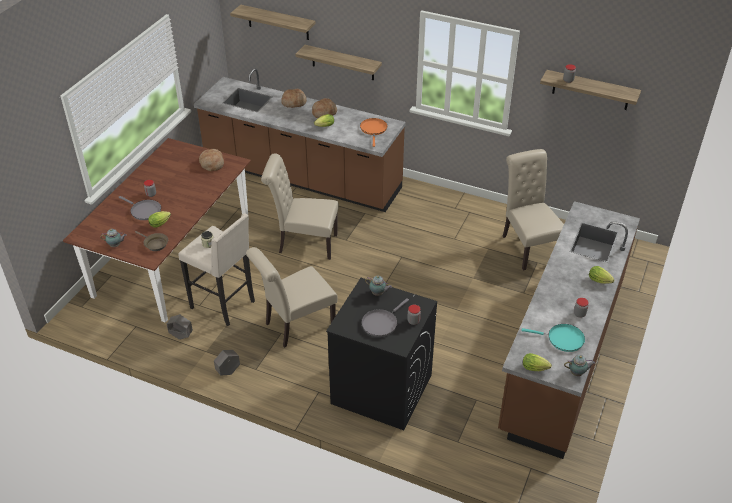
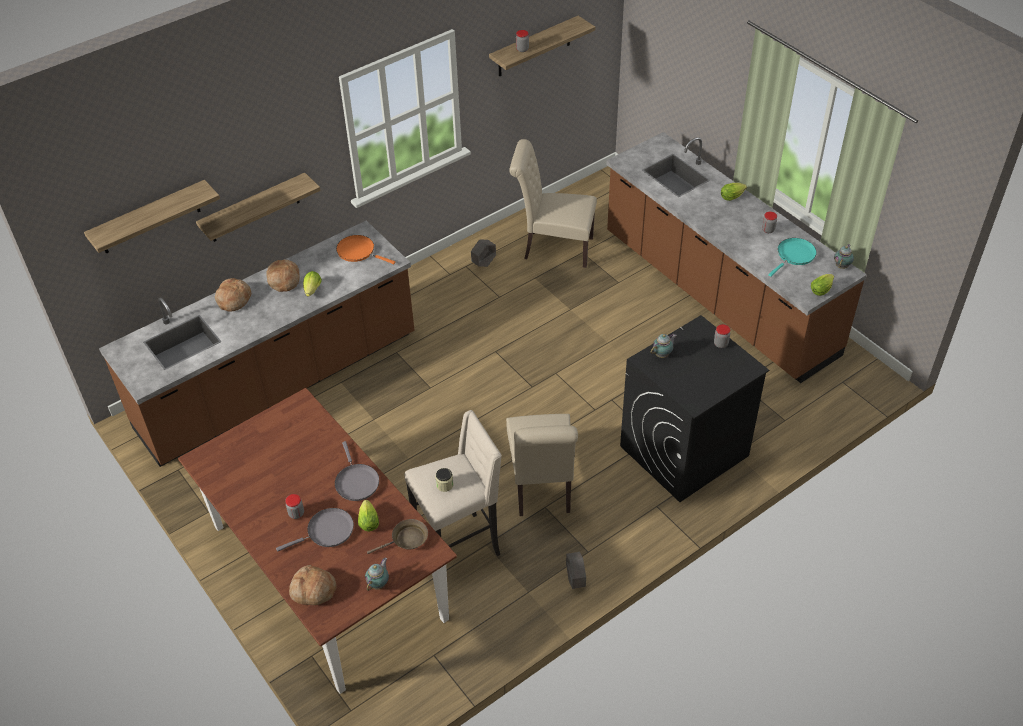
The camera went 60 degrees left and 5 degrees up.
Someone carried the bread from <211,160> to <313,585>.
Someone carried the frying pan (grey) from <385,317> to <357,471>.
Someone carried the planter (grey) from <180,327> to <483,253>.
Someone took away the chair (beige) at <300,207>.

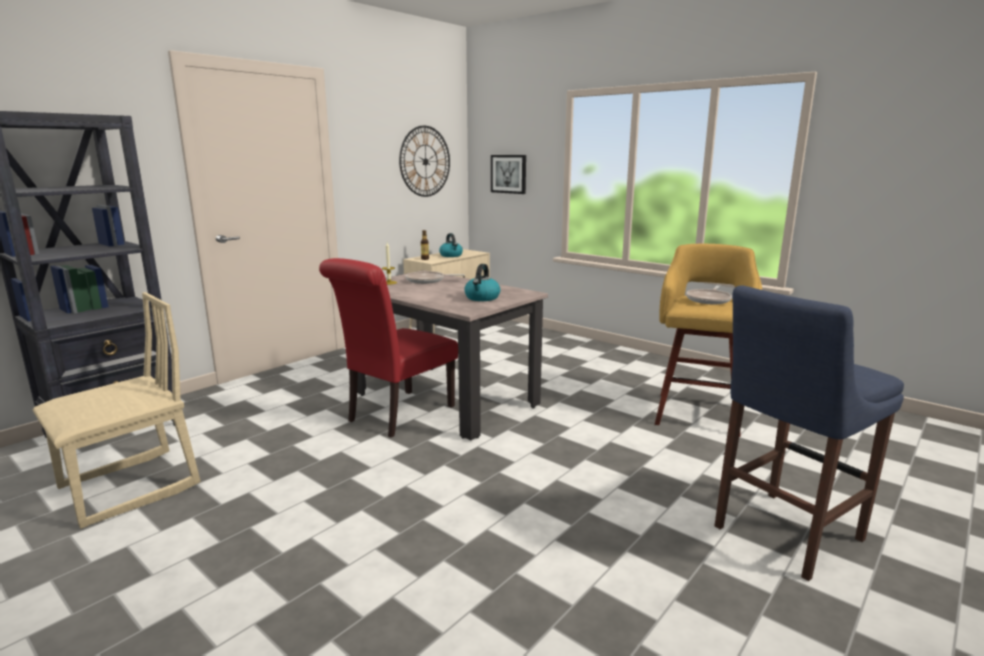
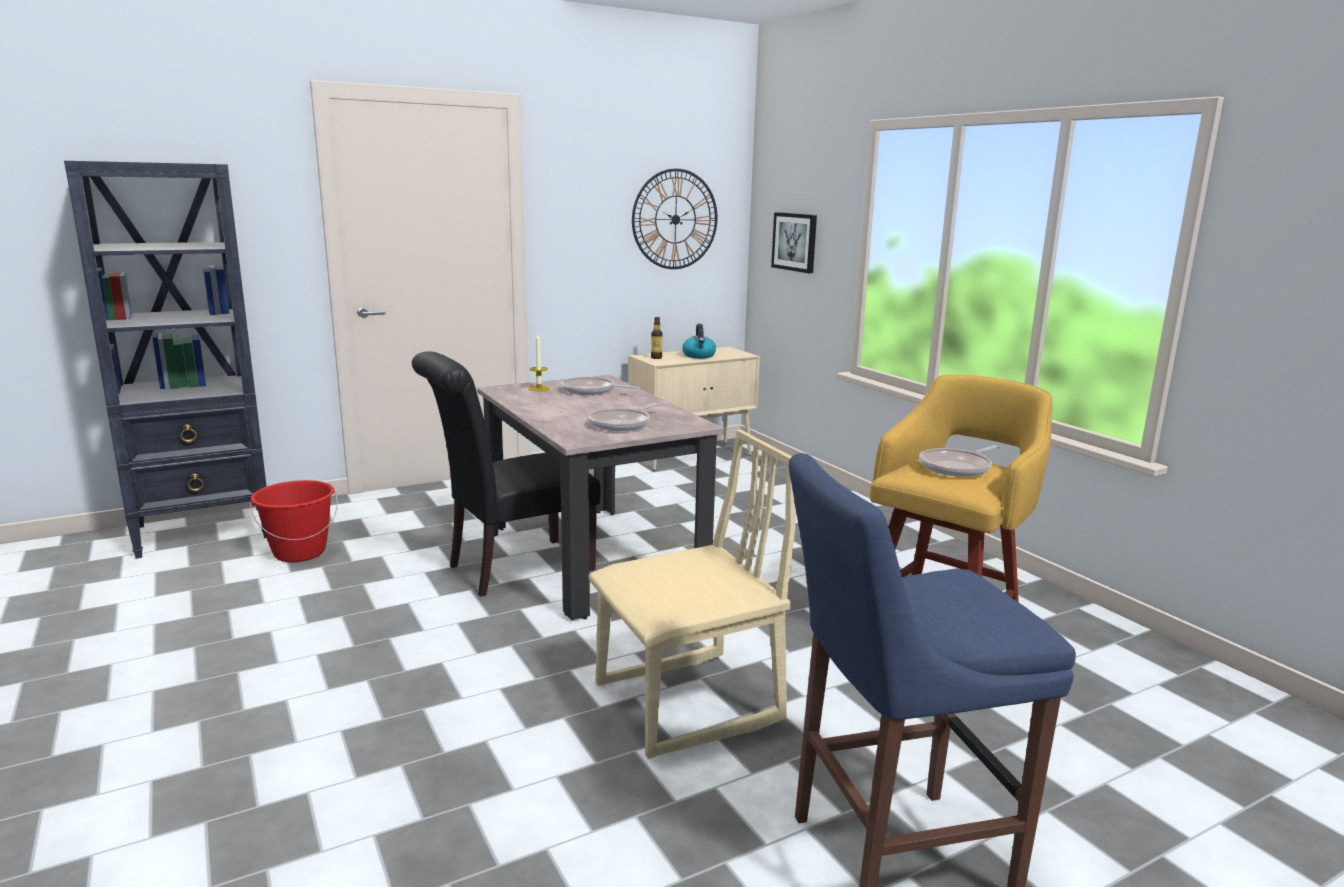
The camera went 20 degrees right and 0 degrees up.
Someone put down the bucket (red) at <294,521>.
Someone repainted the chair (red) at <388,348>, which became the chair (black) at <506,474>.
Someone carried the chair (beige) from <116,410> to <692,594>.
Someone swapped the kettle at <482,282> for the frying pan at <624,417>.

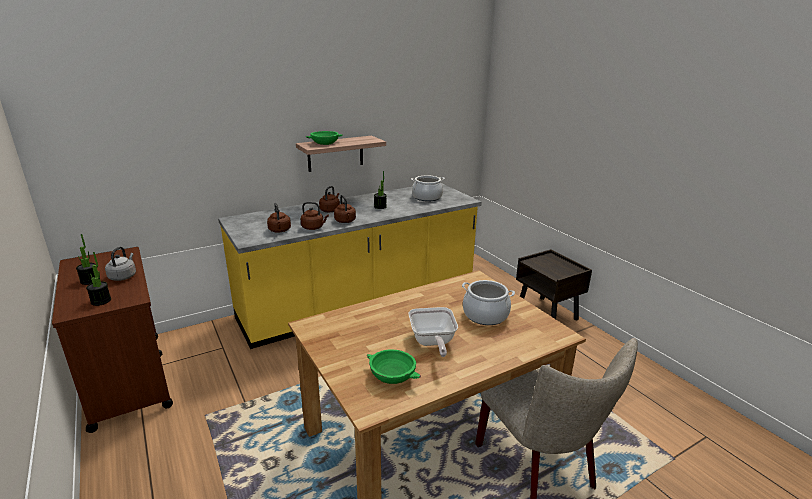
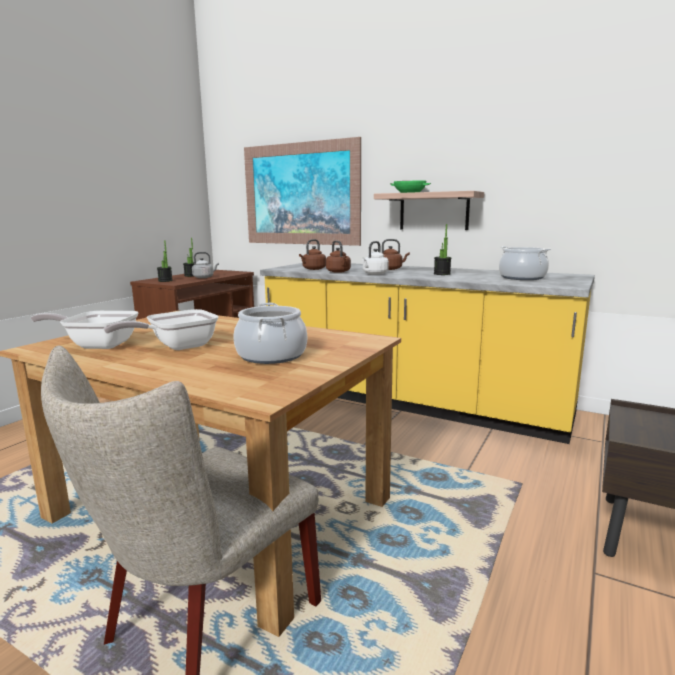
The camera went 60 degrees right and 10 degrees down.
Someone swapped the bowl (green) at <394,367> for the frying pan at <85,330>.
Someone put up the picture at <302,191>.
Someone repainted the kettle (brown) at <345,209>, which became the kettle (white) at <375,258>.

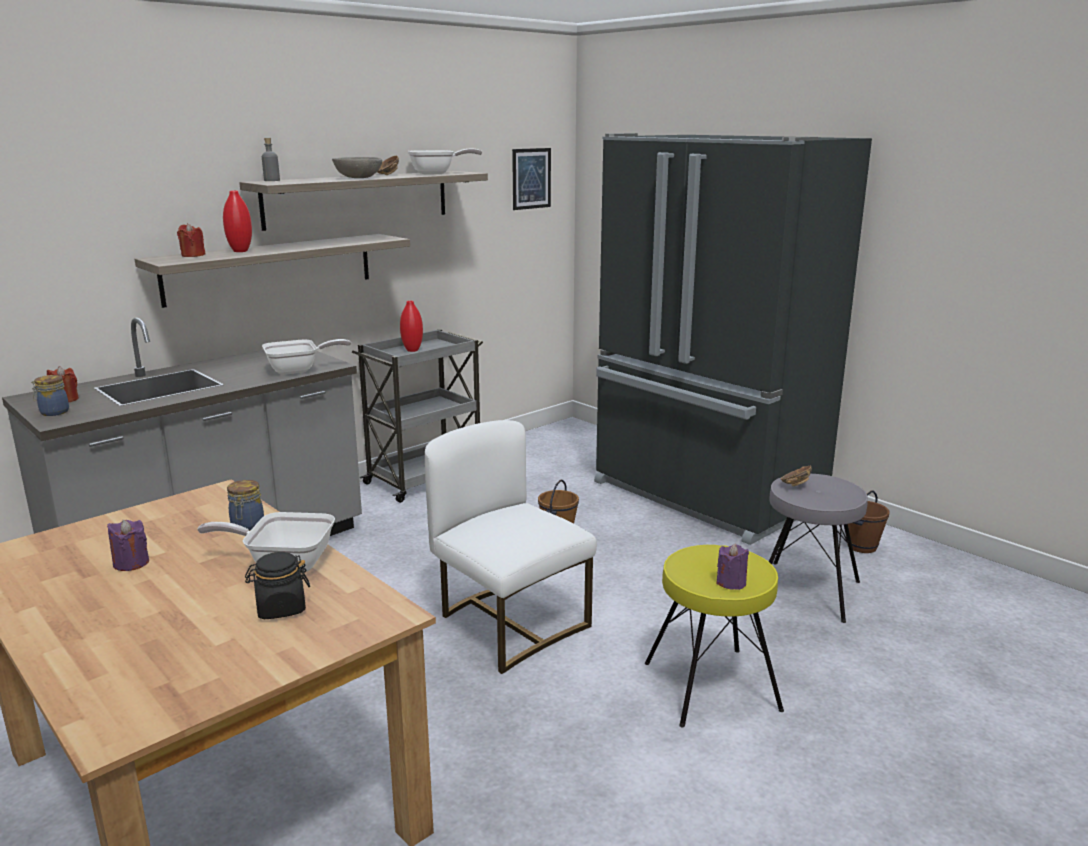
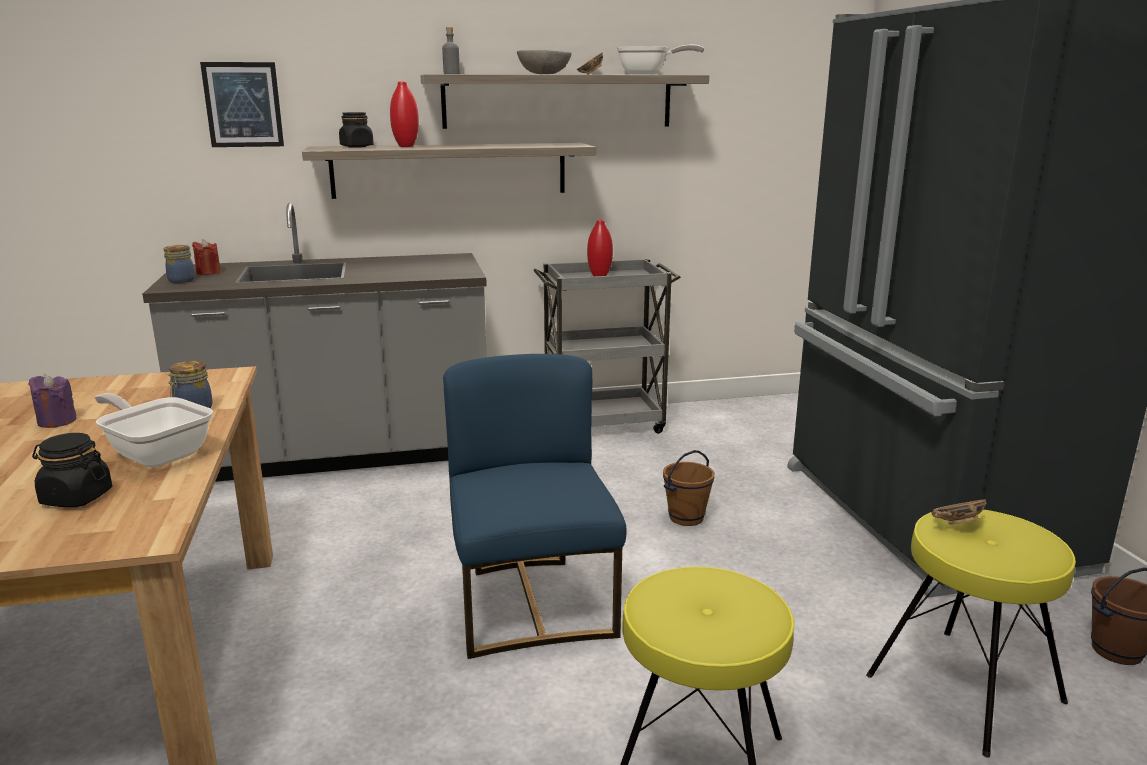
The camera went 30 degrees right and 0 degrees up.
Someone carried the picture from <531,179> to <242,104>.
Someone swapped the candle (red) at <191,240> for the jar (black) at <356,130>.
Someone repainted the chair (white) at <511,547>, which became the chair (blue) at <535,506>.
Someone repainted the stool (grey) at <818,548>, which became the stool (yellow) at <971,634>.
Someone took away the frying pan at <306,357>.
Someone took away the candle (purple) at <732,567>.

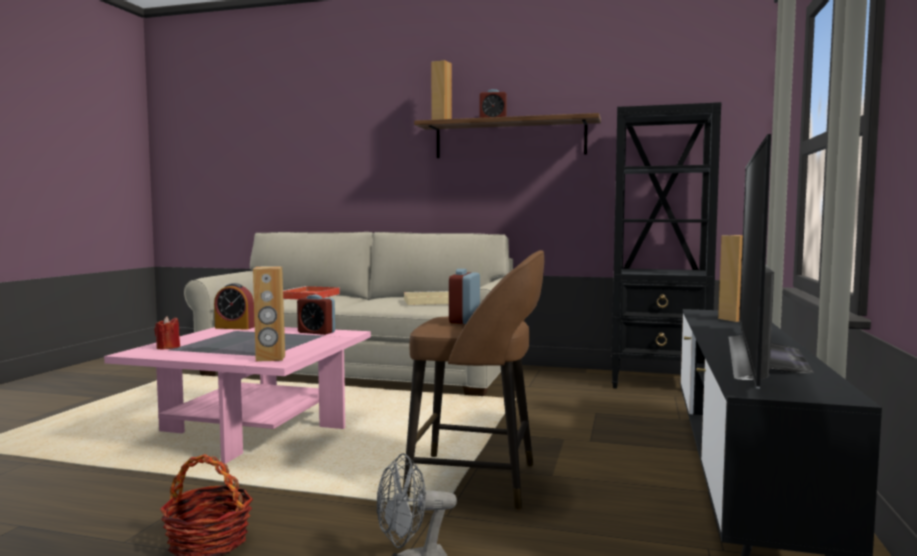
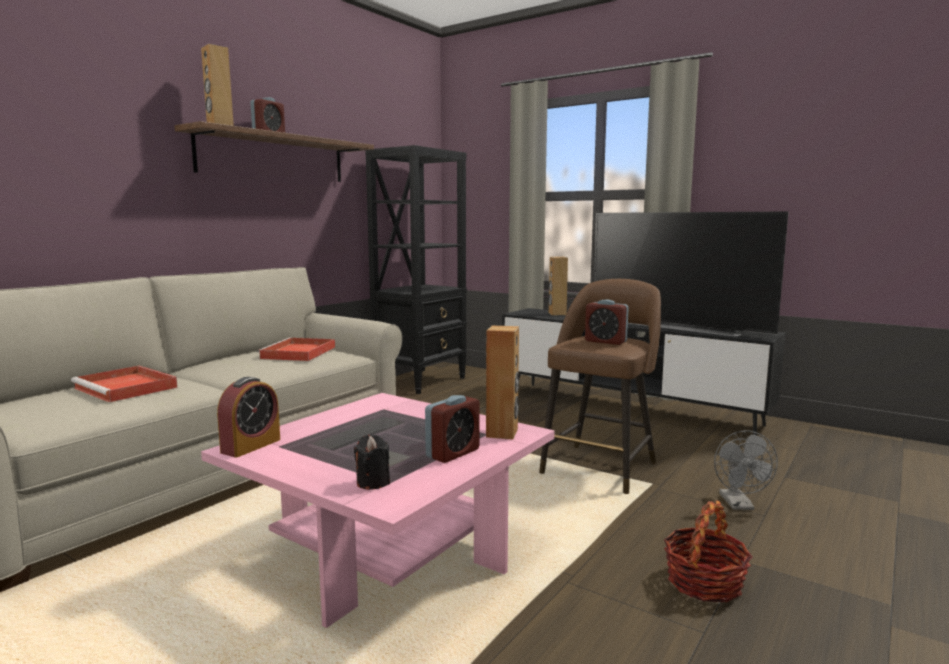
The camera went 70 degrees left and 5 degrees up.
Someone repainted the tray (beige) at <426,298>, which became the tray (red) at <296,349>.
Someone repainted the candle (red) at <167,333>, which became the candle (black) at <372,462>.
Someone carried the alarm clock from <316,315> to <452,429>.

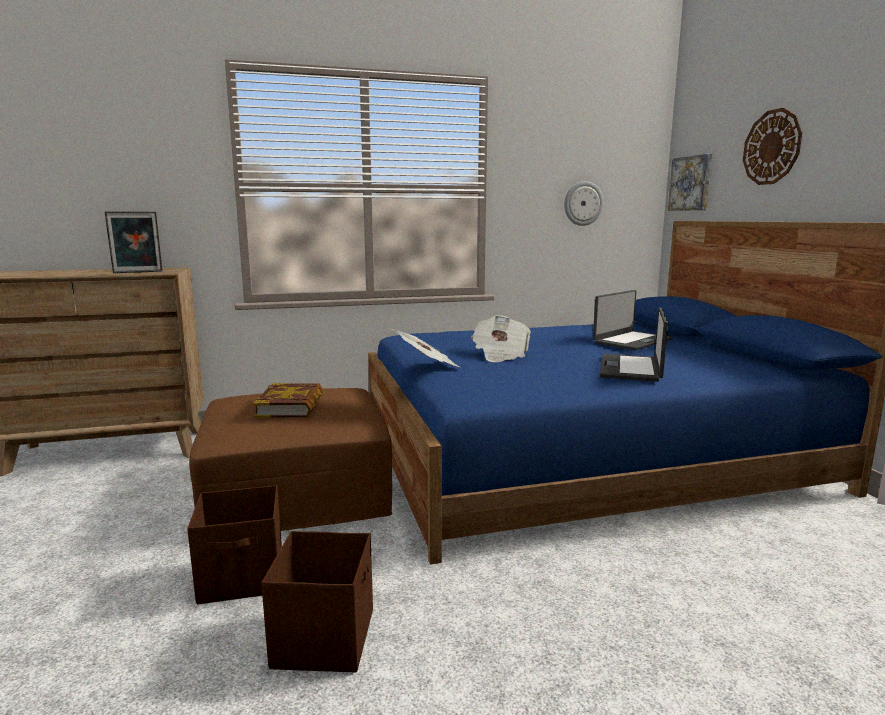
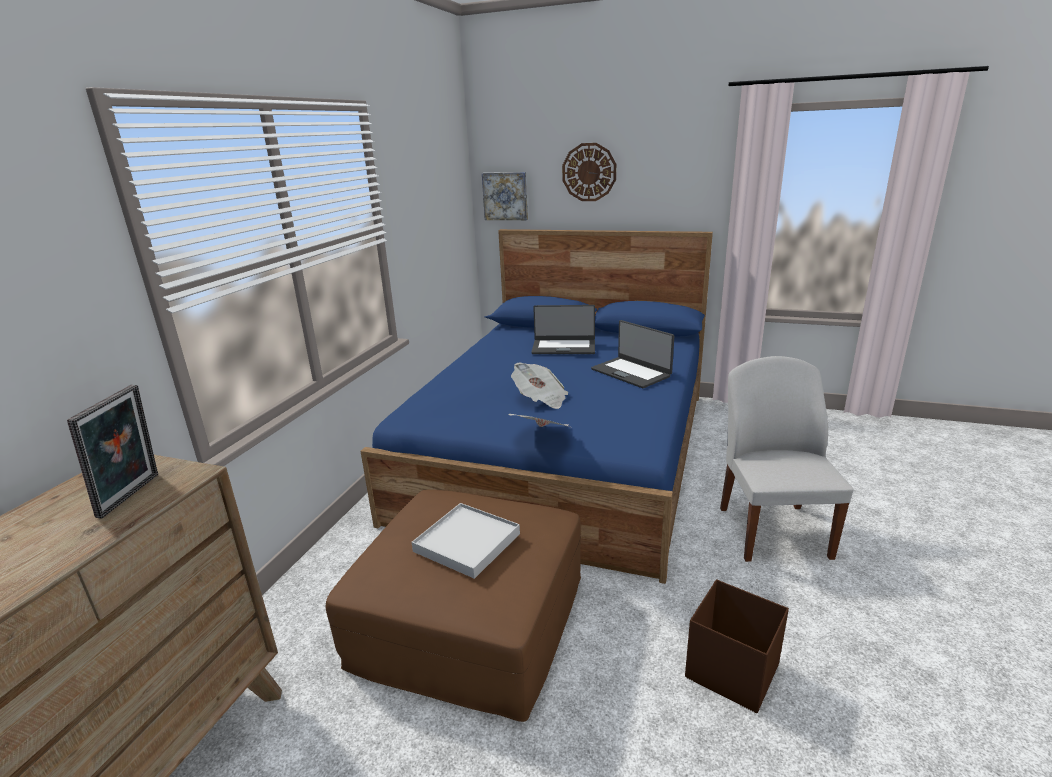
The camera went 55 degrees left and 10 degrees up.
Someone swapped the book at <288,400> for the tray (white) at <466,541>.
Someone rotated the laptop at <632,320> by 105 degrees clockwise.
Someone put down the chair (white) at <787,459>.
Someone took away the storage box (brown) at <234,544>.
Someone took away the wall clock at <583,203>.

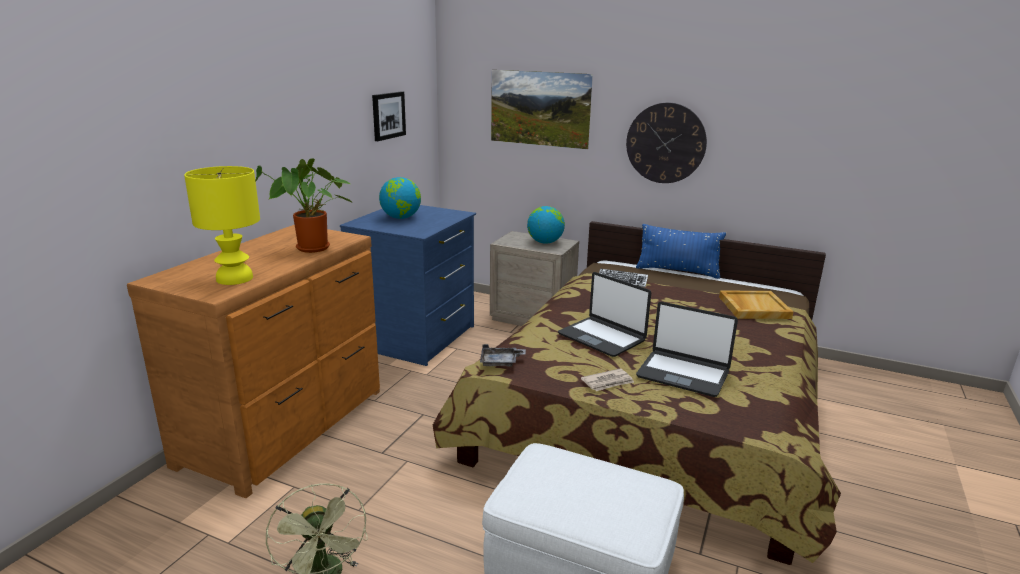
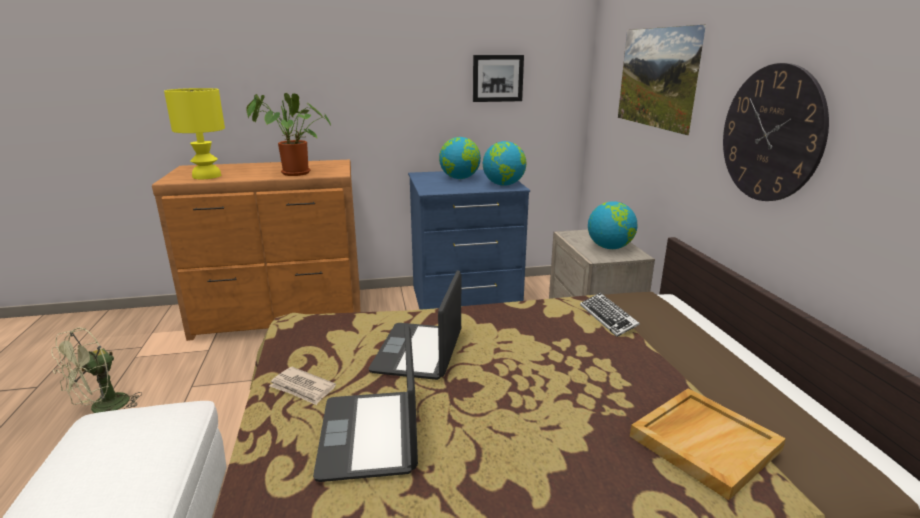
The camera went 55 degrees right and 0 degrees up.
Someone put down the globe at <504,163>.
Someone took away the tray (grey) at <503,355>.
Someone took away the pillow (blue) at <681,251>.

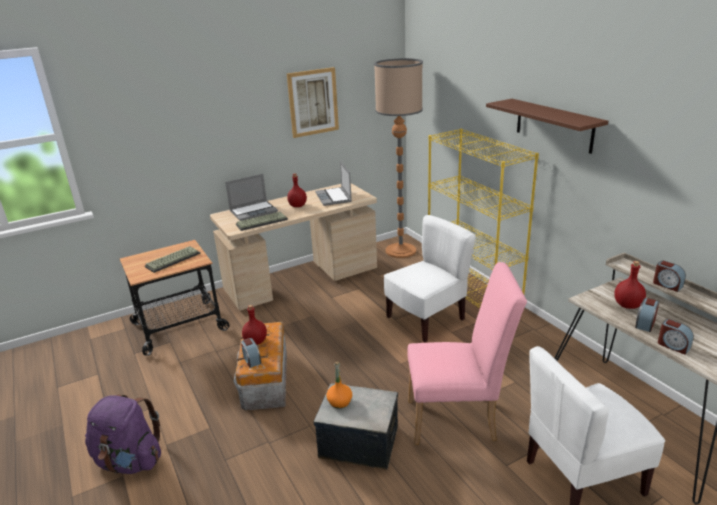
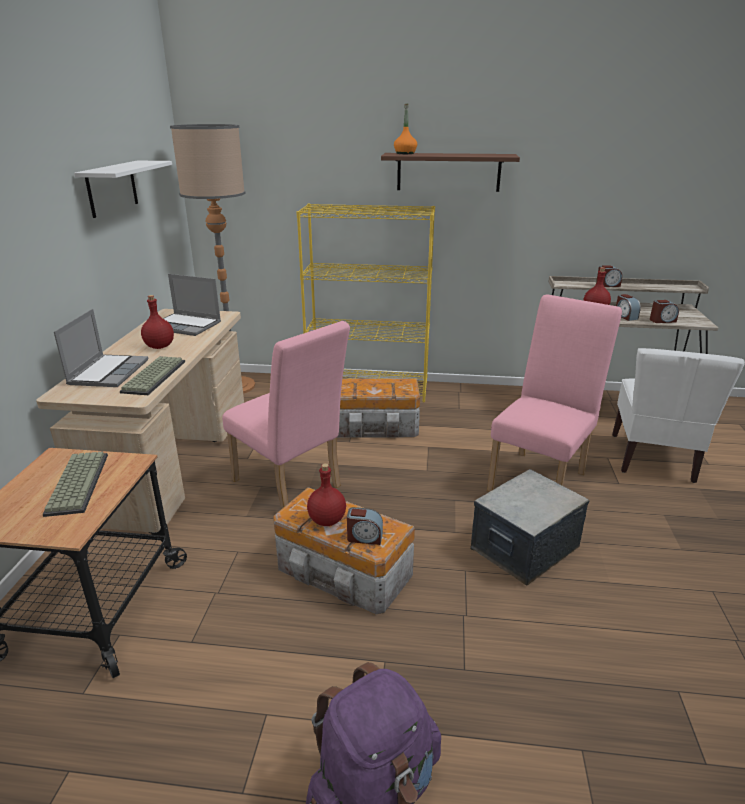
The camera went 55 degrees left and 0 degrees up.
Someone swapped the picture at <313,102> for the shelf (white) at <123,189>.
Someone put down the chair (pink) at <286,415>.
Someone swapped the chair (white) at <430,278> for the storage box at <378,408>.
Someone carried the bottle (orange) from <339,385> to <405,128>.

